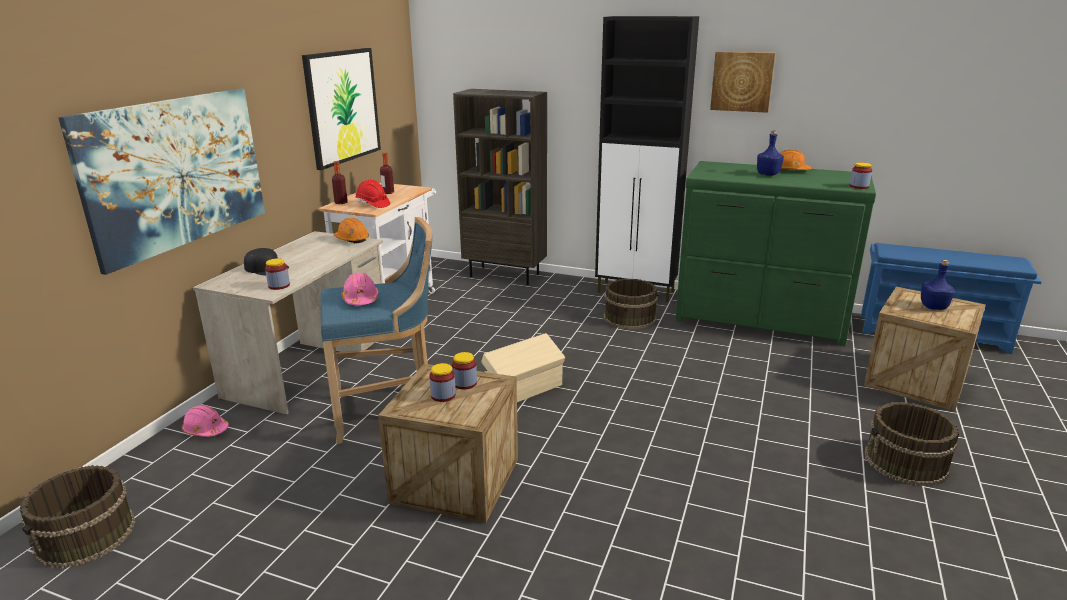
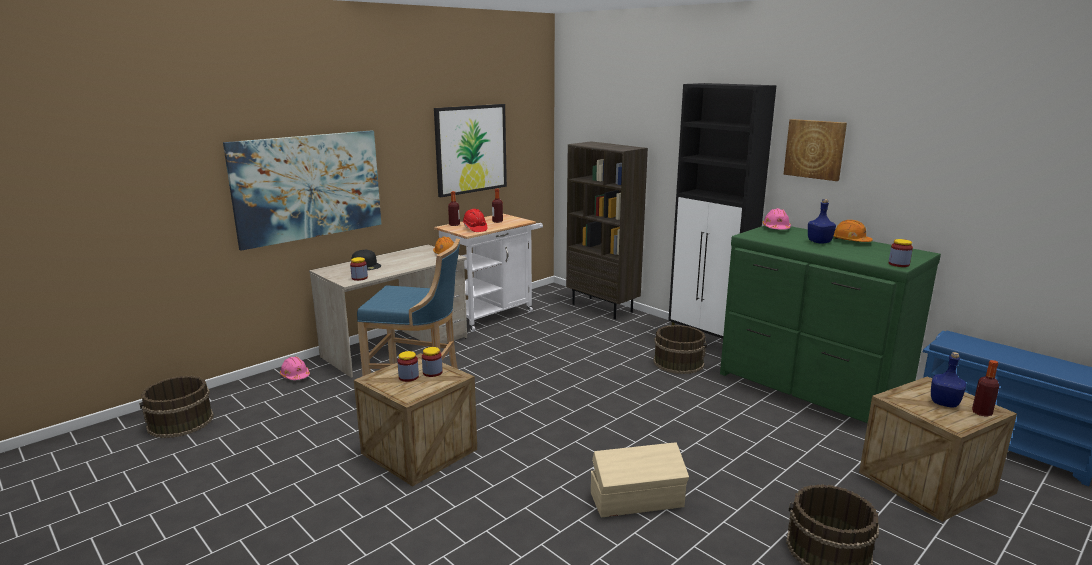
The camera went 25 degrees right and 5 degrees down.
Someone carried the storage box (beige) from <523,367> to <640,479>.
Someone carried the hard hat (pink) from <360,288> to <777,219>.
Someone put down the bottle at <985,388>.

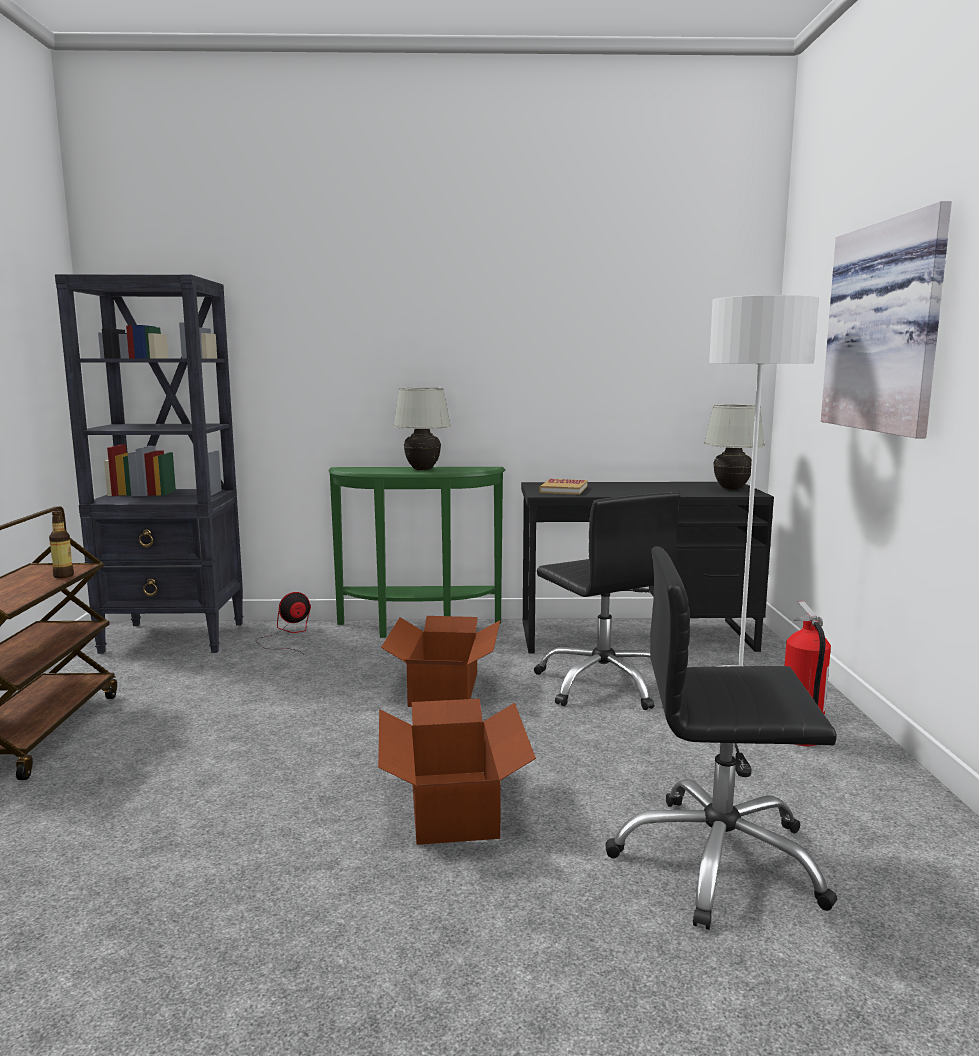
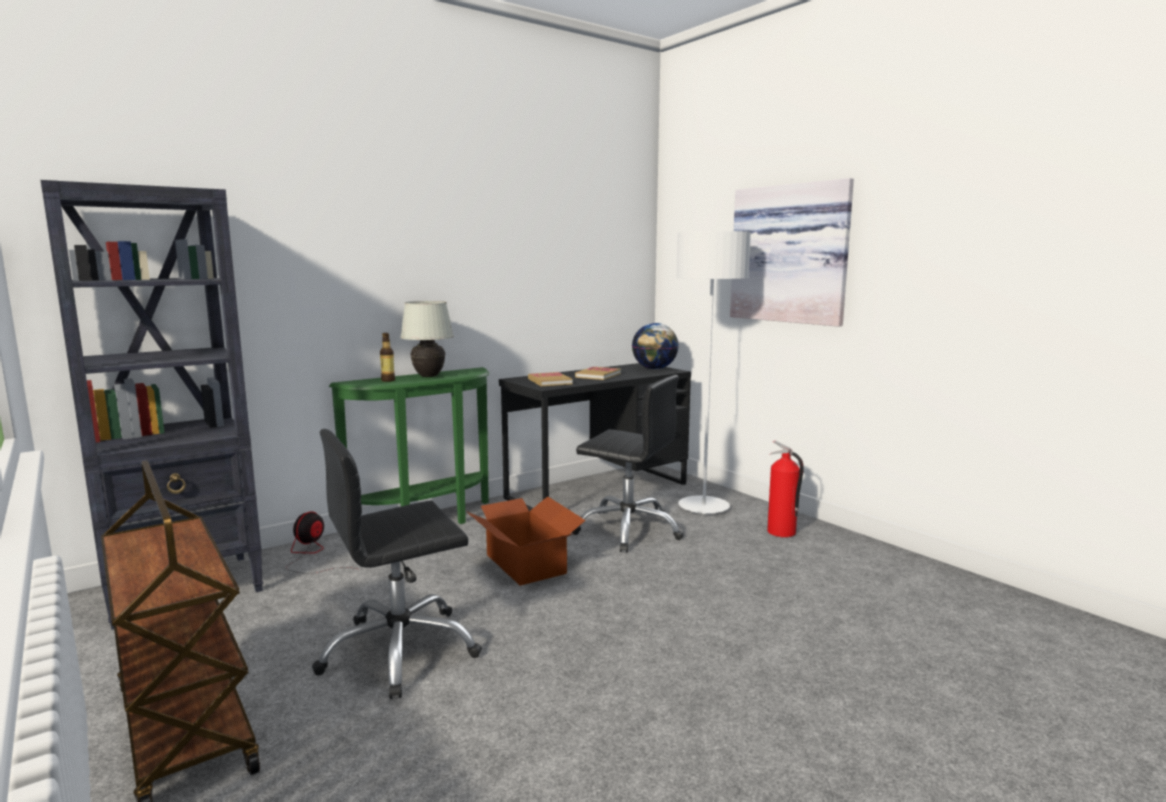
The camera went 35 degrees left and 0 degrees up.
Someone carried the office chair (black) from <721,738> to <397,564>.
Someone carried the bottle from <61,544> to <387,357>.
Someone put down the book at <598,373>.
Someone swapped the table lamp (white) at <734,447> for the globe at <655,346>.
Someone took away the cardboard box at <457,772>.

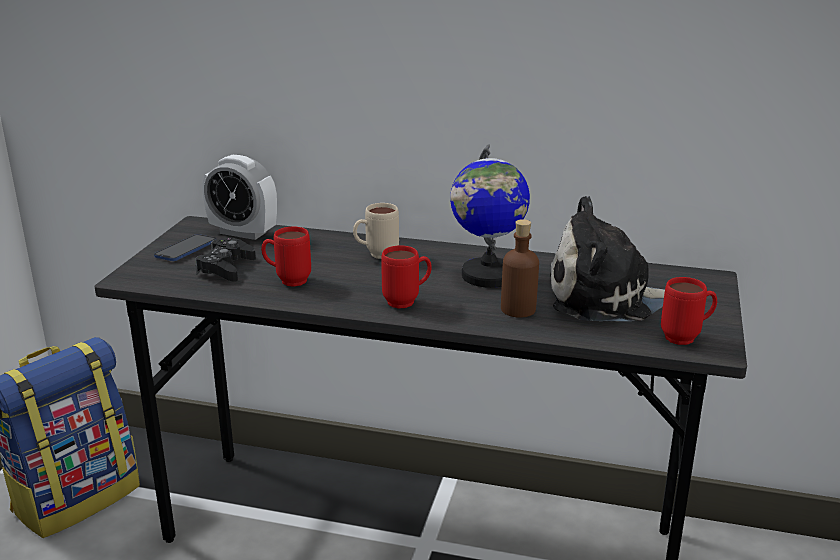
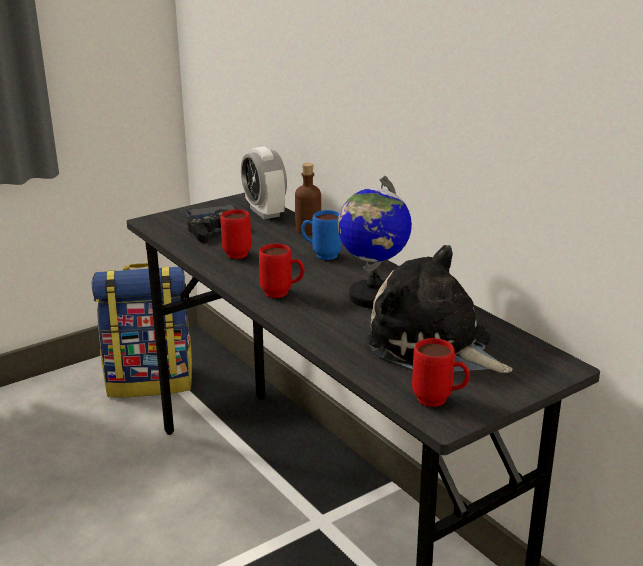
The camera went 40 degrees right and 0 degrees up.
Someone carried the bottle (brown) from <520,268> to <308,199>.
Someone repainted the mug (beige) at <376,231>, which became the mug (blue) at <321,235>.

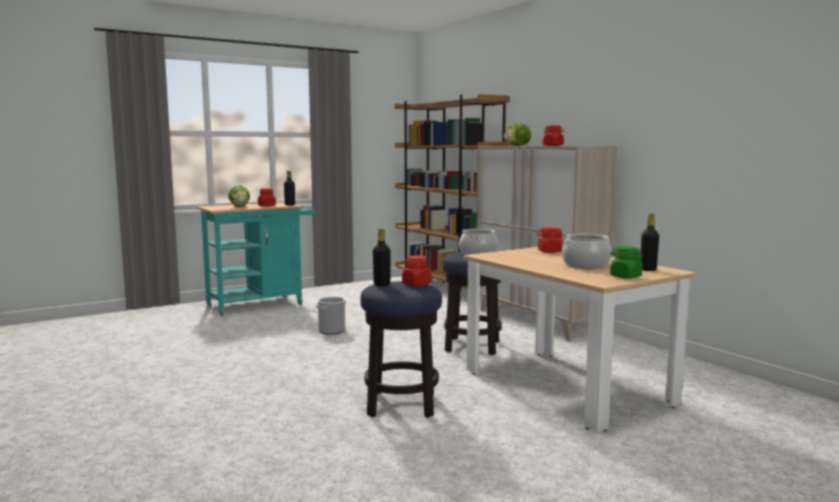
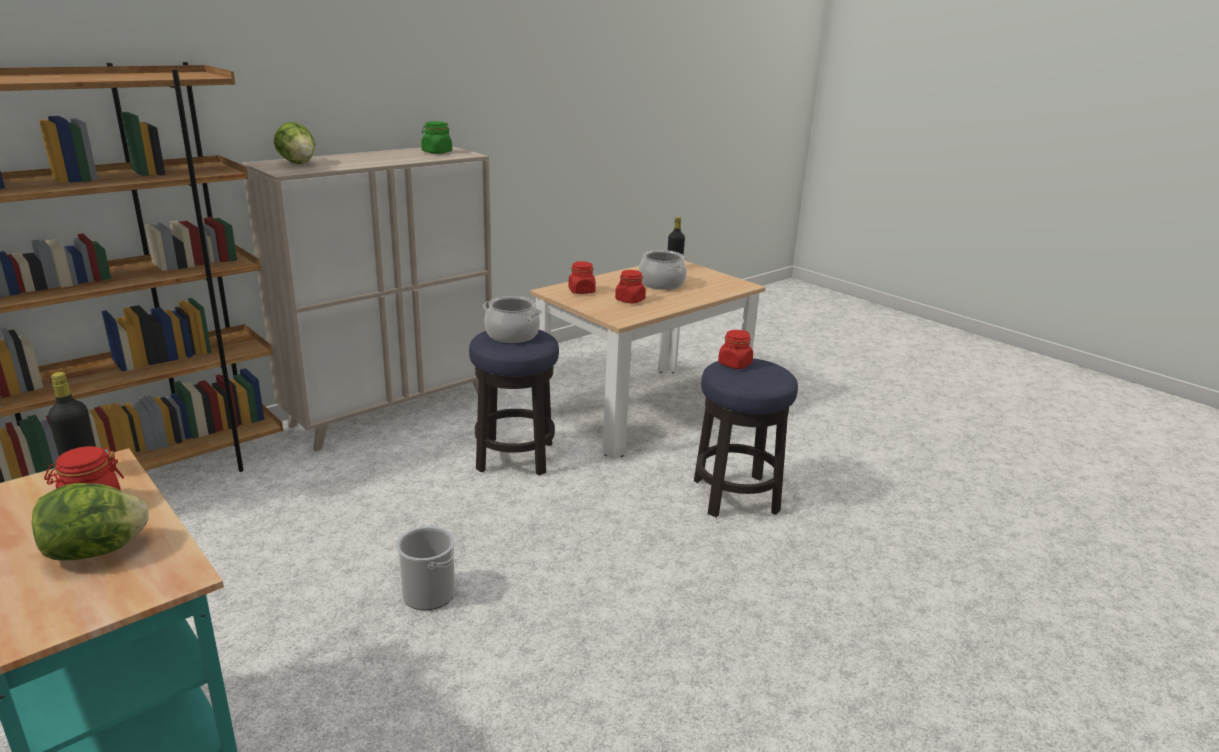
The camera went 100 degrees left and 15 degrees up.
Someone carried the jar (green) from <626,262> to <436,137>.
Someone carried the jar (red) from <553,136> to <630,287>.
Someone took away the bottle (black) at <382,257>.

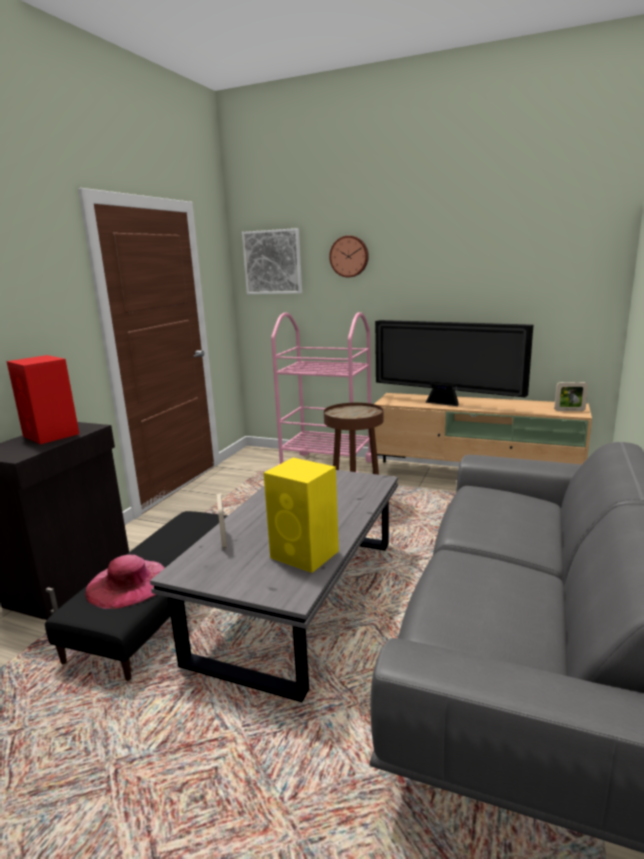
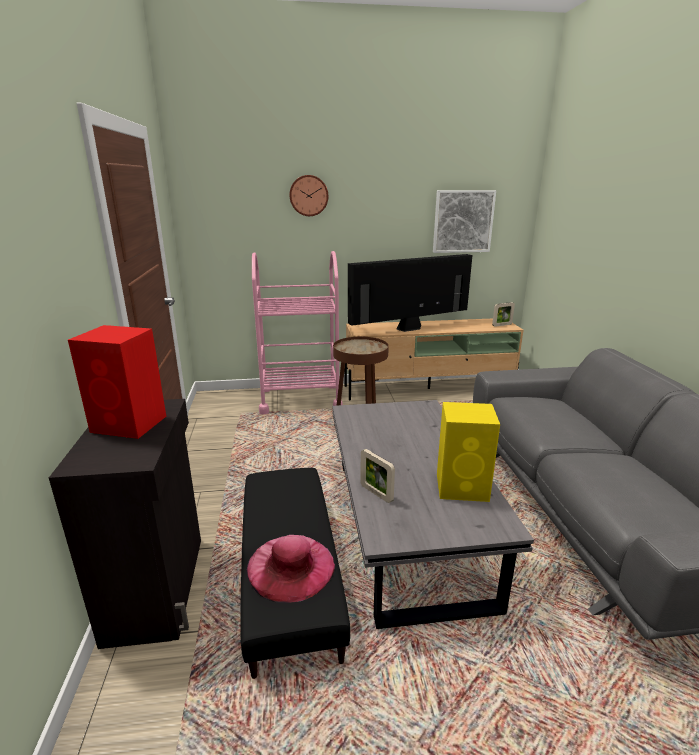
The camera went 30 degrees left and 5 degrees up.
Someone rotated the television at <454,363> by 150 degrees clockwise.
Someone carried the picture from <272,261> to <464,221>.

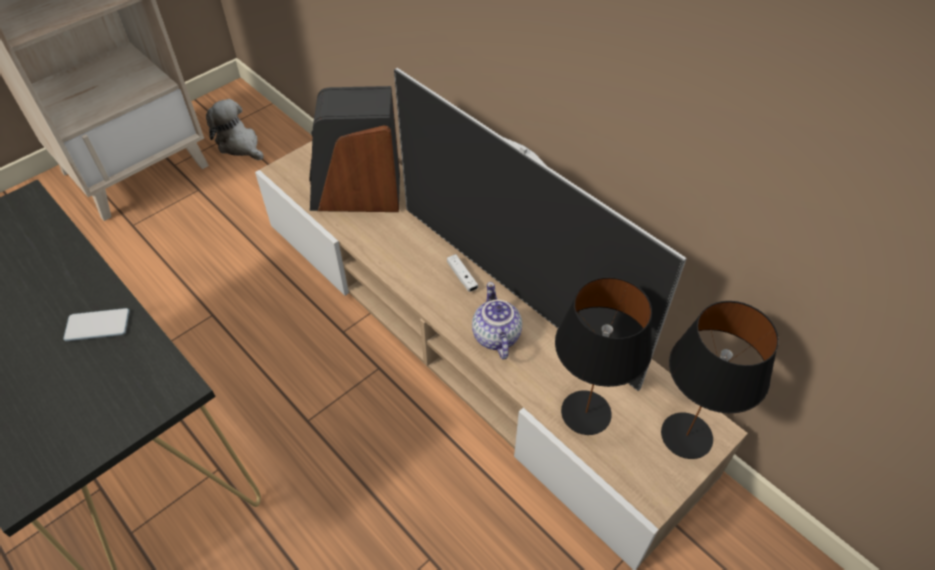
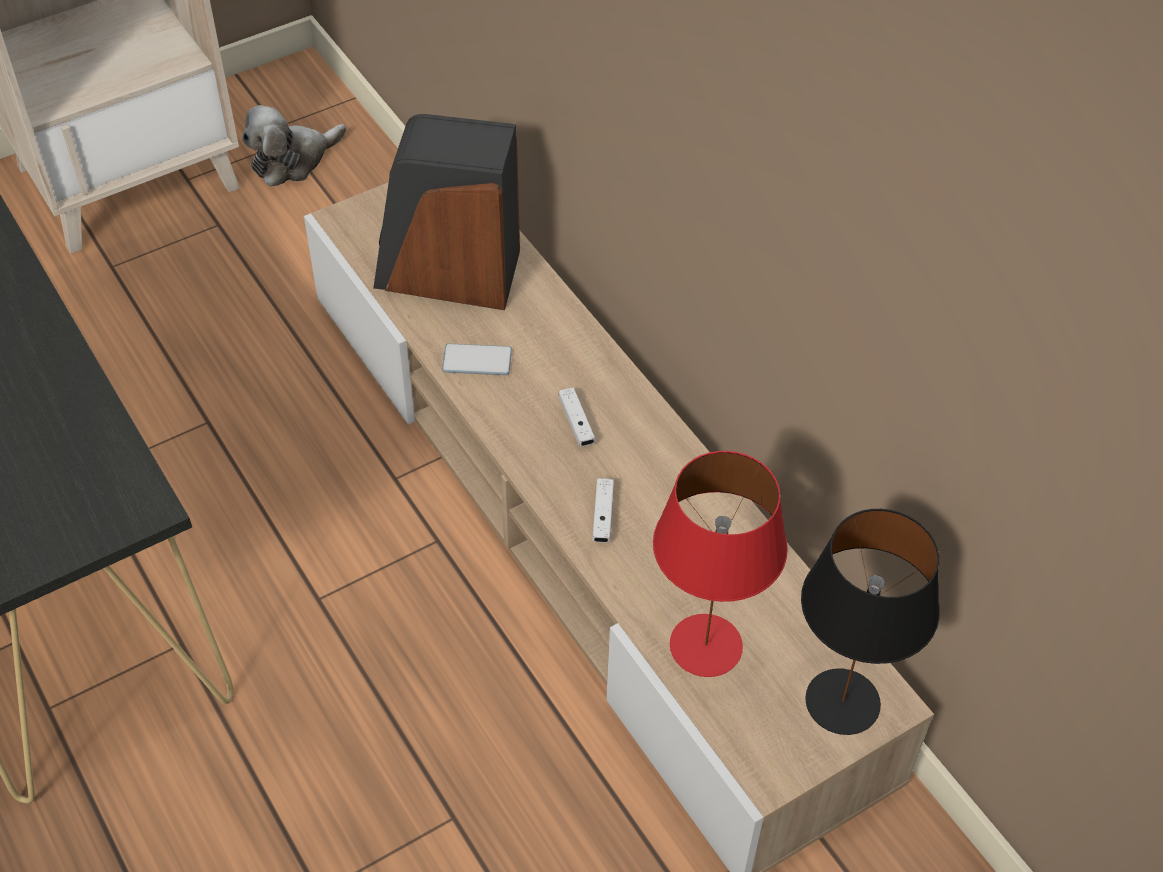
The camera went 10 degrees right and 0 degrees up.
Someone rotated the plush toy at <235,129> by 90 degrees counterclockwise.
Someone carried the phone from <96,324> to <477,359>.
Someone swapped the teapot at <497,320> for the game controller (white) at <603,510>.
Someone repainted the table lamp (black) at <603,356>, which became the table lamp (red) at <720,564>.
Someone took away the television at <540,229>.

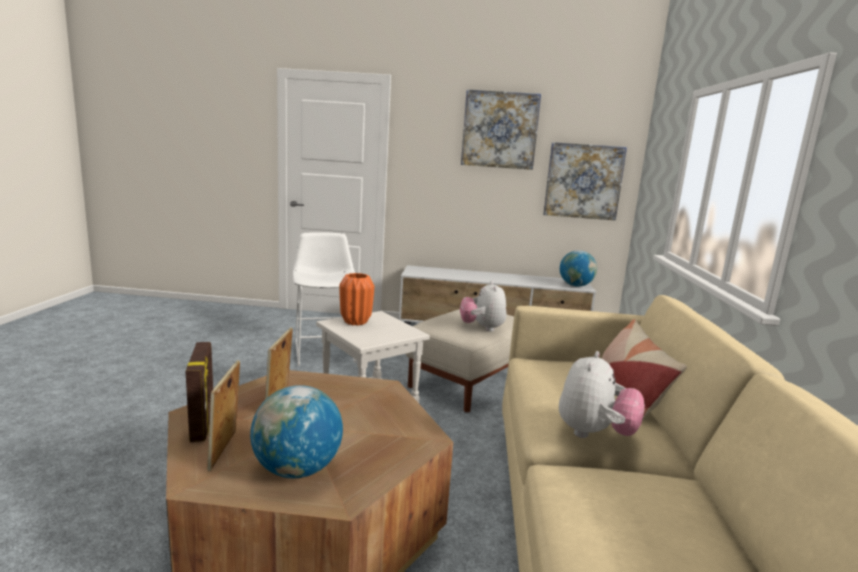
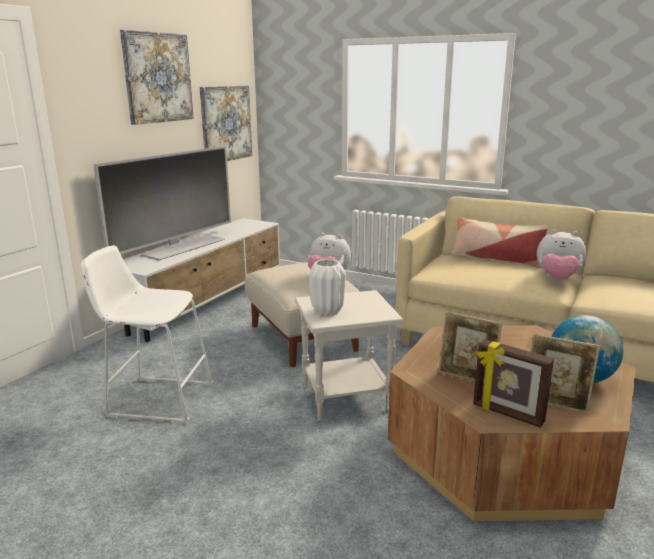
The camera went 65 degrees left and 5 degrees up.
Someone put down the television at <162,203>.
Someone repainted the vase (orange) at <356,299>, which became the vase (white) at <327,287>.
Someone rotated the picture frame at <199,392> by 150 degrees counterclockwise.
Someone rotated the plush toy at <602,394> by 150 degrees clockwise.
Someone took away the globe at <578,268>.

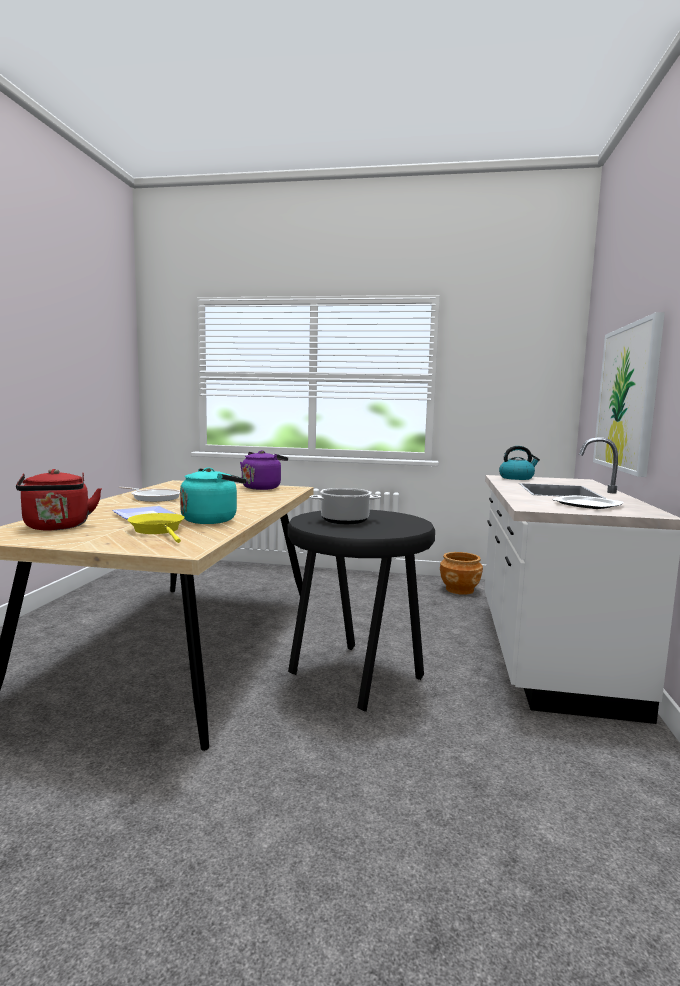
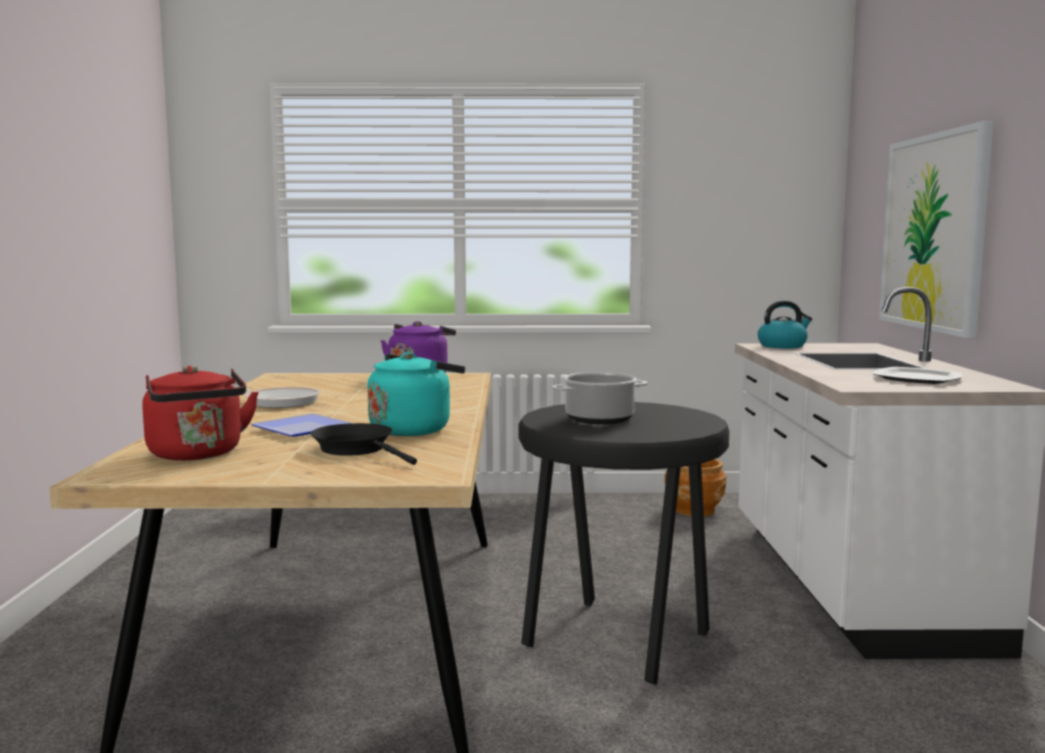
The camera went 10 degrees left and 0 degrees up.
Someone repainted the frying pan (yellow) at <155,528>, which became the frying pan (black) at <364,444>.

